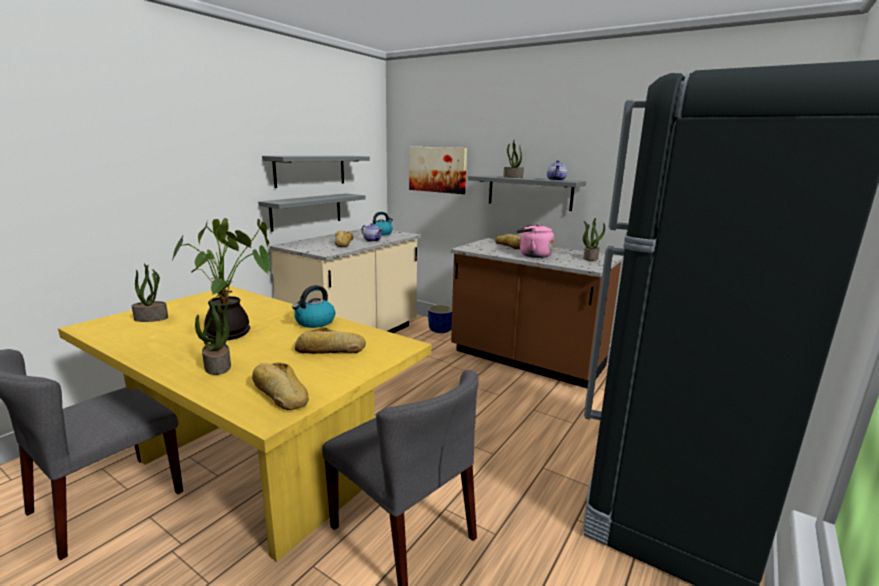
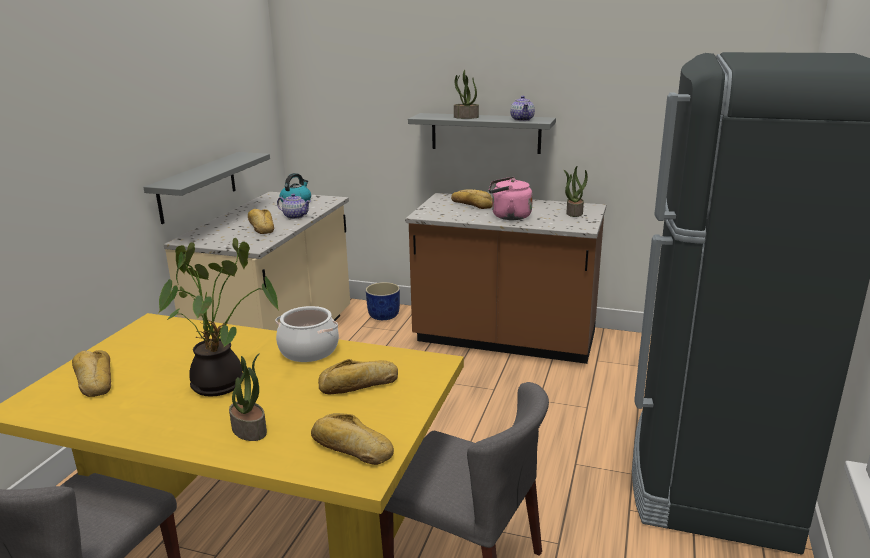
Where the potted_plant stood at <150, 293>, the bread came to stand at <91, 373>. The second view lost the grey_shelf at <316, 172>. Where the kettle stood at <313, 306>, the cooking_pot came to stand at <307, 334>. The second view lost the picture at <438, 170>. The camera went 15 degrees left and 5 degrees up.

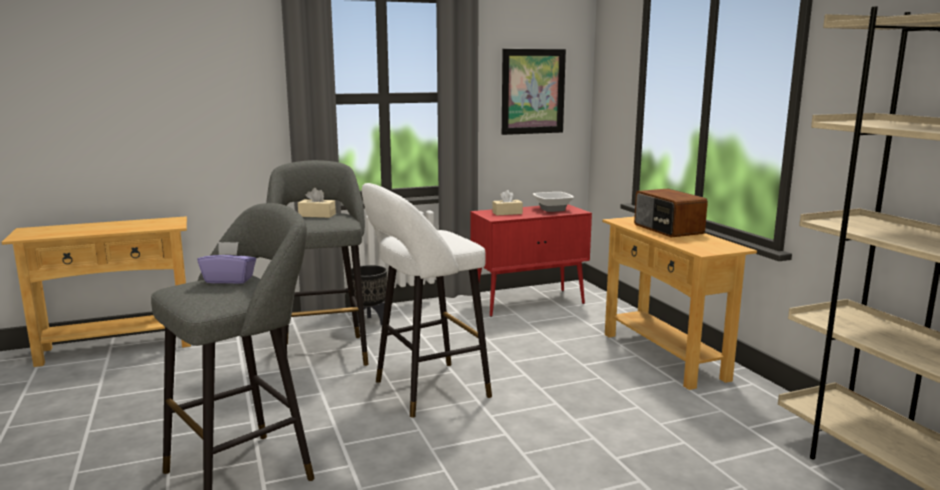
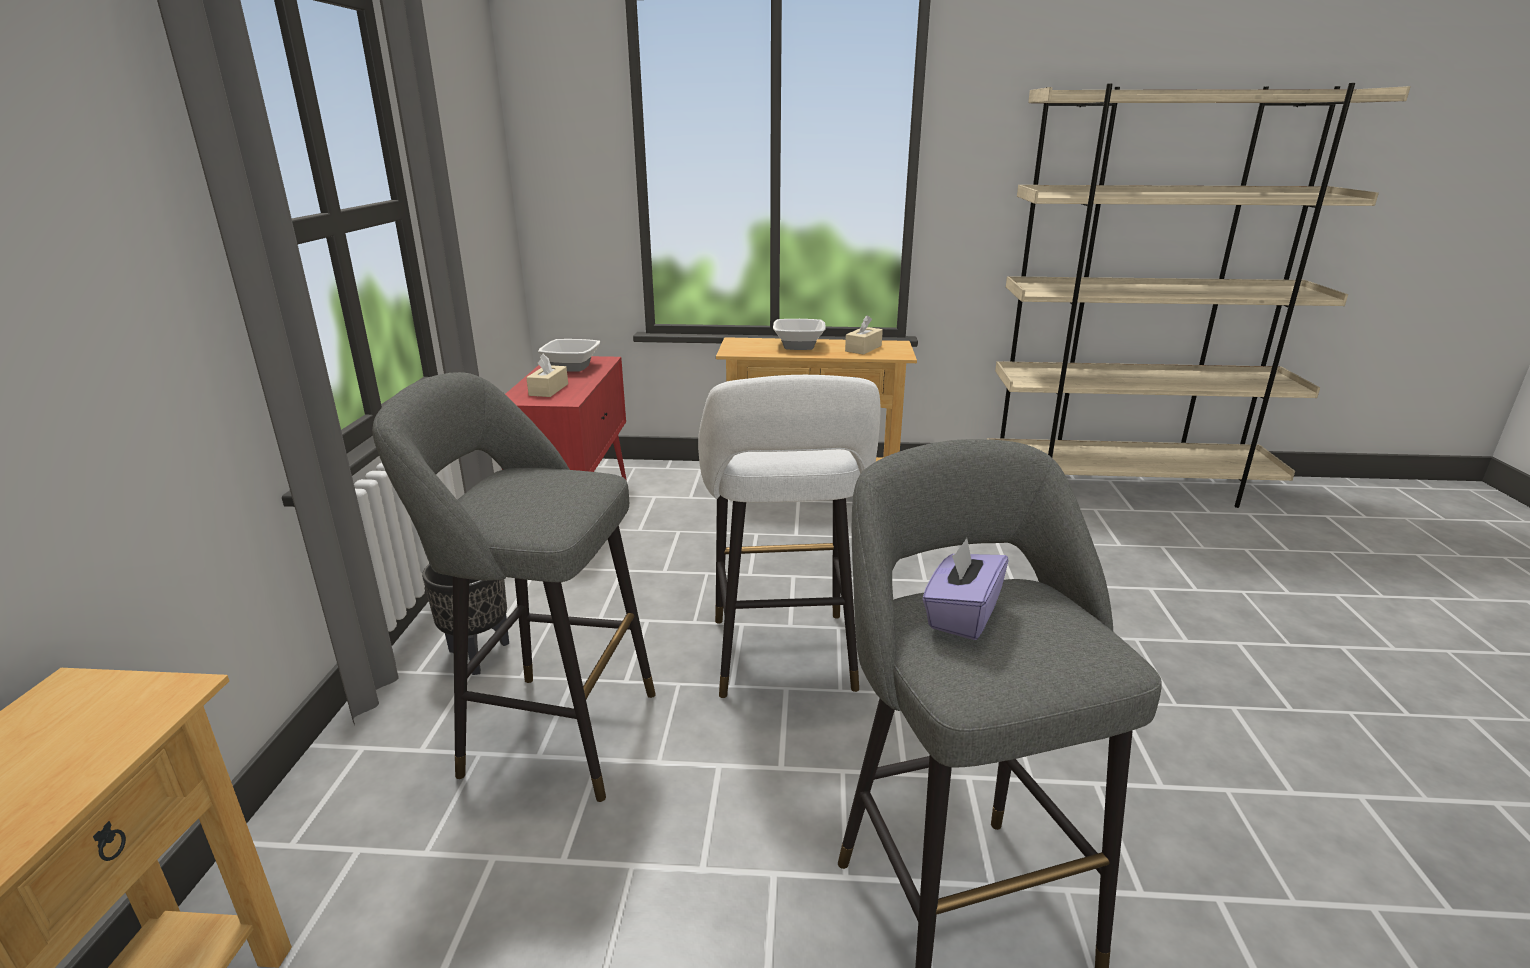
The beige_tissue_box ended up elsewhere, having gone from <317, 203> to <864, 335>. The second view lost the picture at <534, 92>. Where the radio stood at <671, 213>, the bowl came to stand at <799, 334>. The camera went 65 degrees left and 10 degrees up.

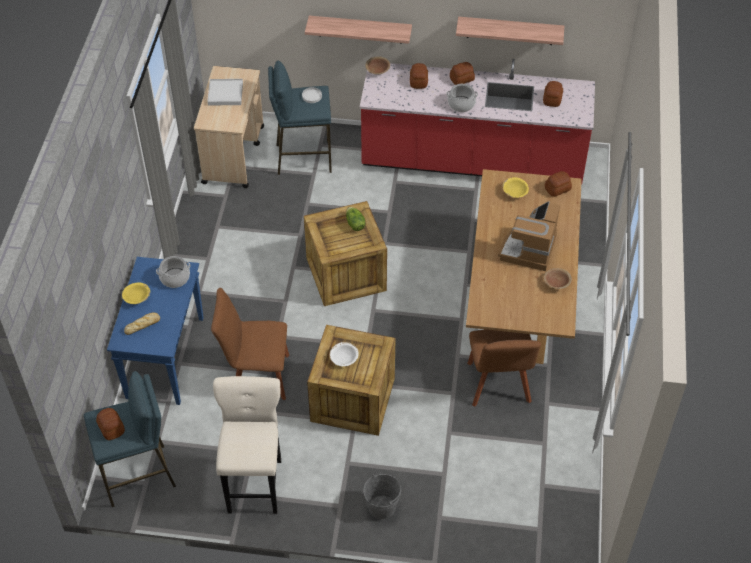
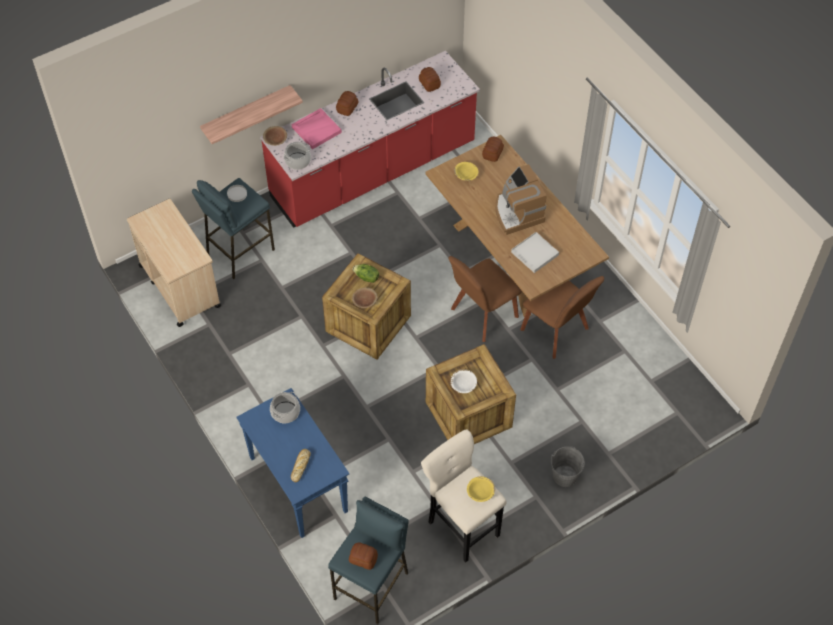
The yellow_bowl ended up elsewhere, having gone from <136, 293> to <481, 489>. The white_tray ended up elsewhere, having gone from <225, 92> to <535, 252>. The brown_chair ended up elsewhere, having gone from <250, 344> to <485, 299>. Where the bread stood at <419, 76>, the pink_tray came to stand at <317, 128>. The cooking_pot ended up elsewhere, having gone from <462, 98> to <297, 156>. The second view lost the shelf at <510, 31>. The brown_bowl ended up elsewhere, having gone from <558, 278> to <365, 297>. The camera went 40 degrees left and 5 degrees up.

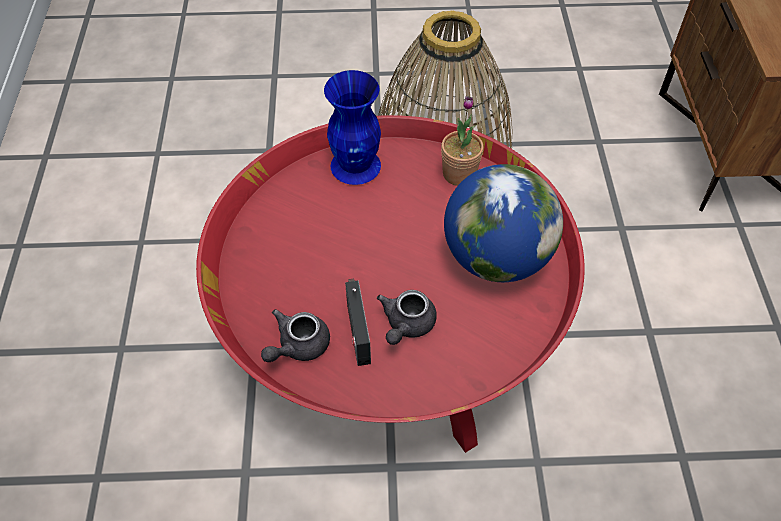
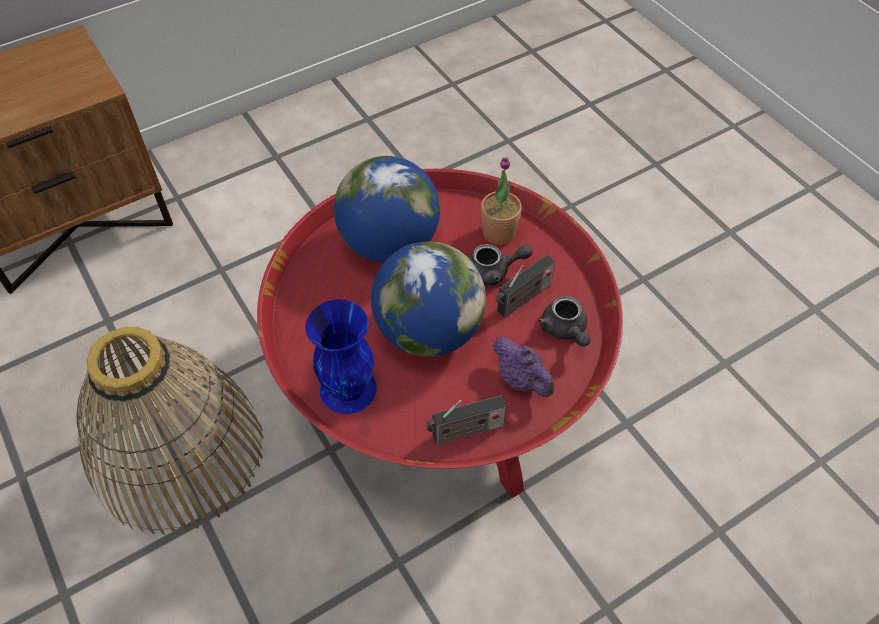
The grey_teapot at <295, 335> ended up facing another way, 60 degrees clockwise from before. The potted_plant ended up elsewhere, having gone from <462, 141> to <501, 201>. The second view gained the globe at <428, 299>. The second view gained the radio at <466, 420>. The second view gained the purple_teapot at <523, 367>. The camera went 120 degrees left and 0 degrees up.

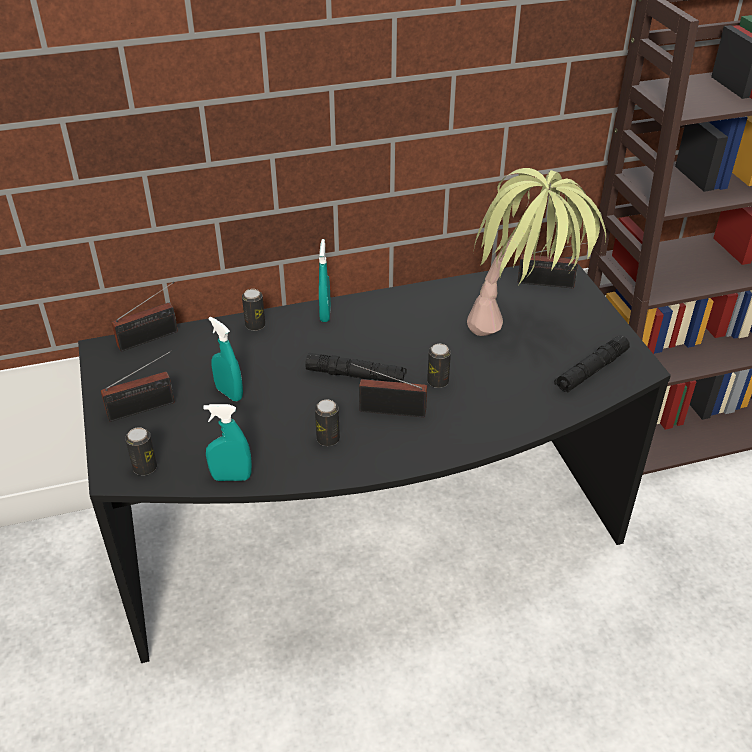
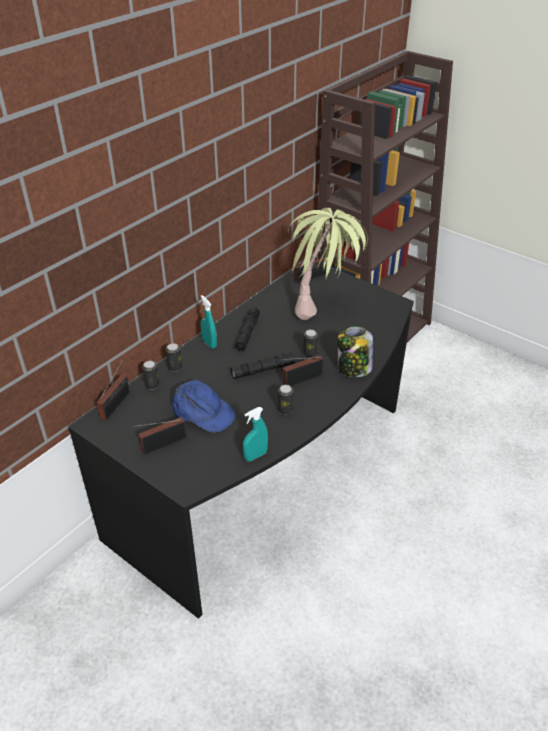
The radio at <138, 386> ended up facing another way, 150 degrees counterclockwise from before. The can ended up elsewhere, having gone from <141, 451> to <151, 375>. Where the turquoise_spray_bottle stood at <226, 359>, the blue_cap came to stand at <204, 406>. The black_flashlight ended up elsewhere, having gone from <592, 364> to <247, 329>. The second view gained the jar at <355, 351>. The camera went 35 degrees left and 0 degrees up.

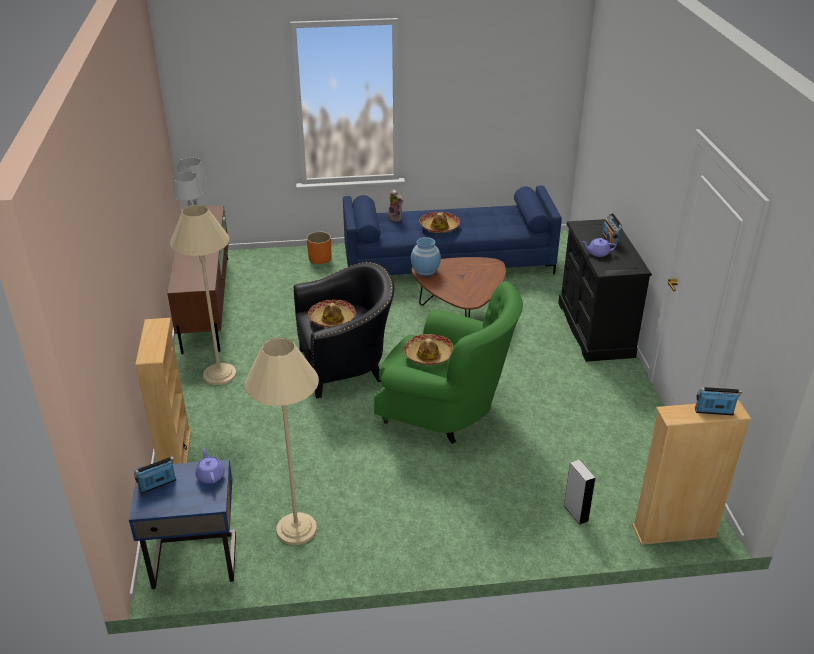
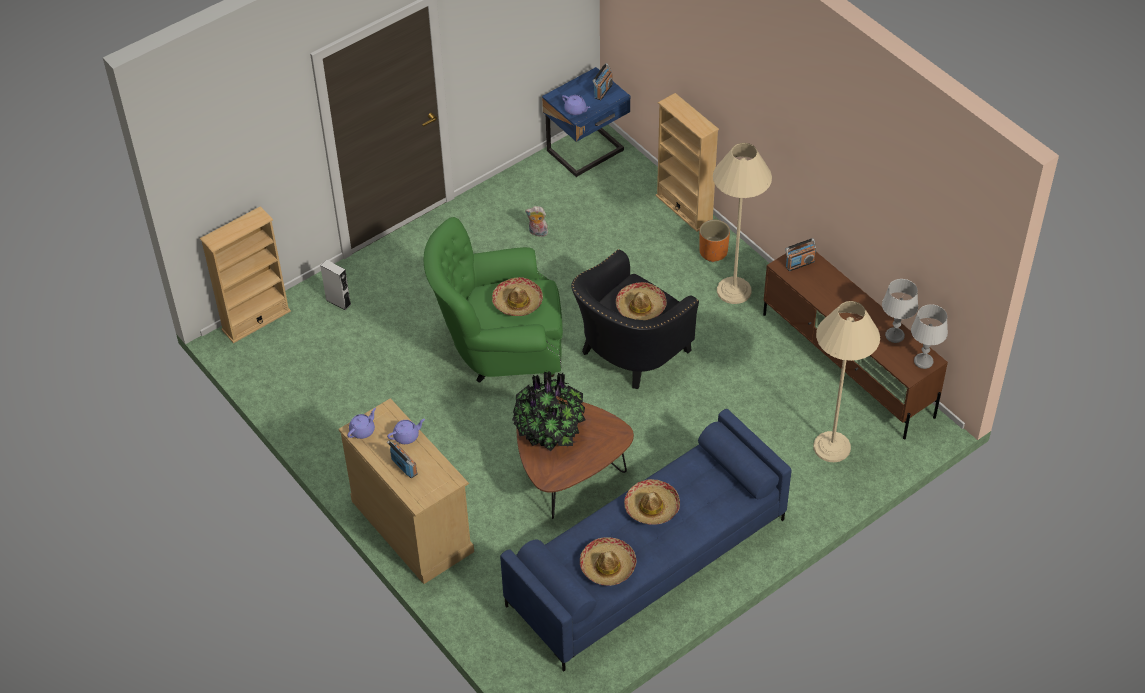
The beige_floor_lamp ended up elsewhere, having gone from <282, 441> to <846, 381>. The orange_planter ended up elsewhere, having gone from <318, 247> to <714, 241>. The plush_toy ended up elsewhere, having gone from <395, 205> to <536, 221>. The second view lost the blue_vase at <426, 257>. What was the black_dresser at <605, 290> turned into the beige_dresser at <406, 491>. The radio ended up elsewhere, having gone from <718, 401> to <800, 254>. The second view gained the purple_teapot at <361, 423>. The second view gained the potted_plant at <549, 411>. The second view gained the hat at <608, 561>. The camera went 150 degrees right and 15 degrees up.

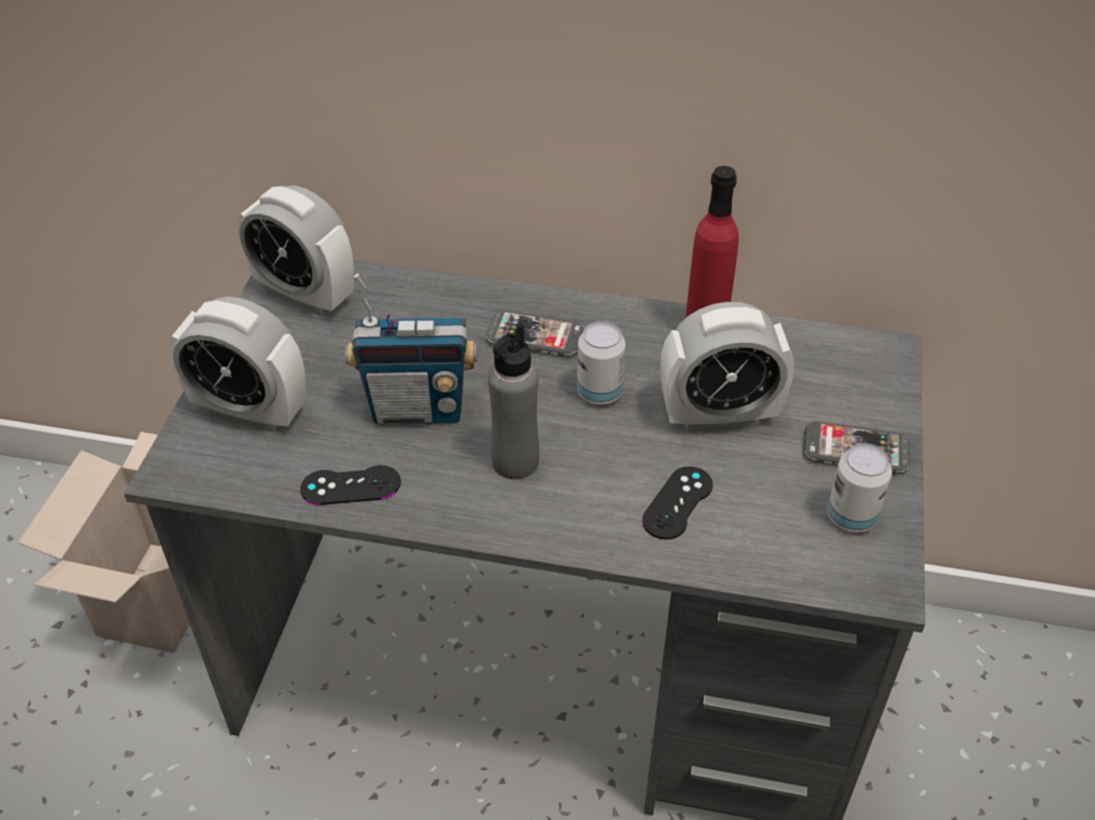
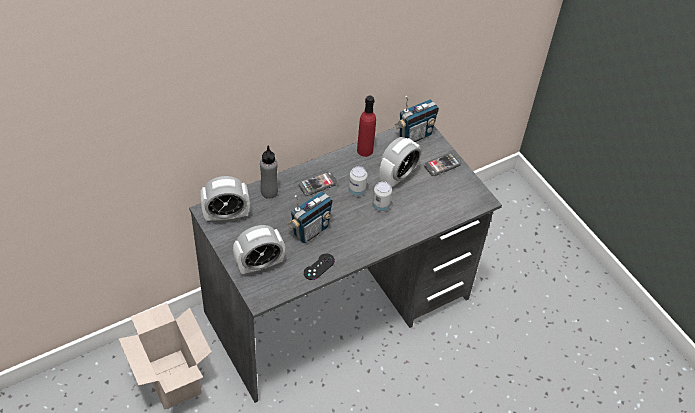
The grey_bottle ended up elsewhere, having gone from <513, 401> to <269, 172>. The second view lost the black_game_controller at <677, 503>. The can ended up elsewhere, having gone from <859, 488> to <382, 196>. The second view gained the radio at <417, 119>. The camera went 45 degrees left and 5 degrees up.

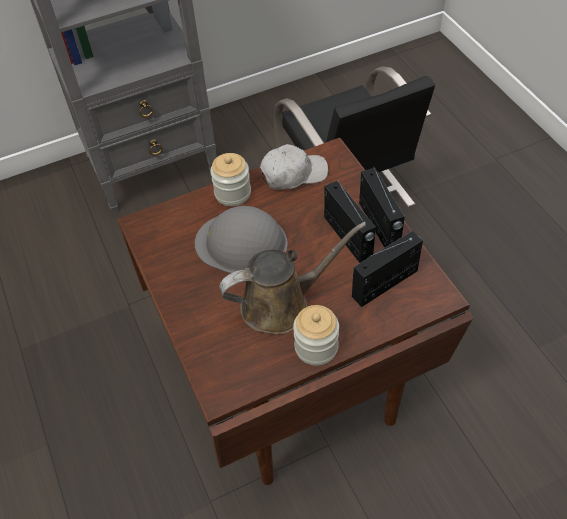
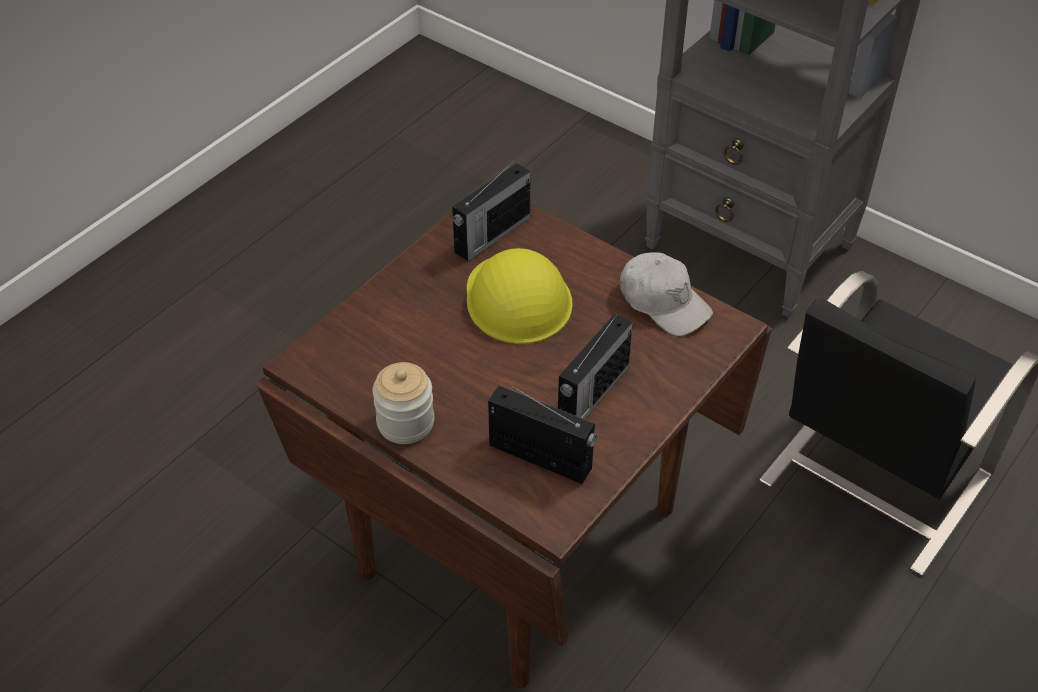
What was the grey_hard_hat at <241, 240> turned into the yellow_hard_hat at <519, 296>. The second view lost the jar at <230, 179>. The second view lost the brown_watering_can at <292, 278>. The radio ended up elsewhere, having gone from <382, 207> to <491, 210>. The camera went 60 degrees right and 5 degrees down.

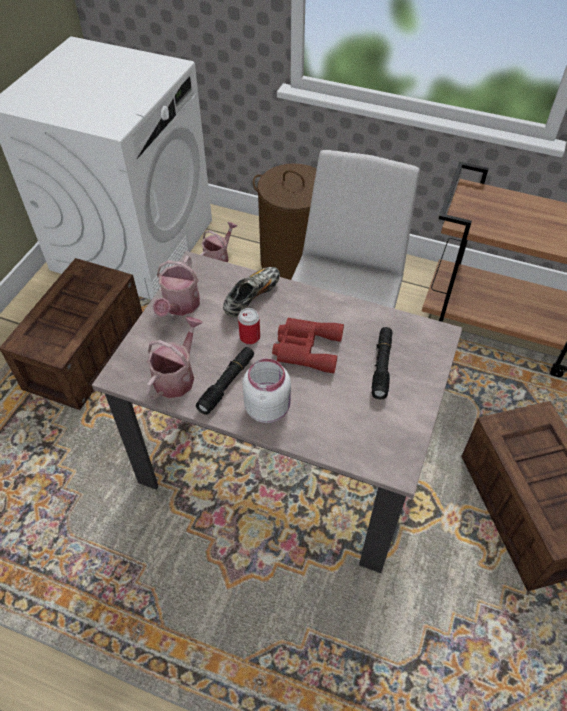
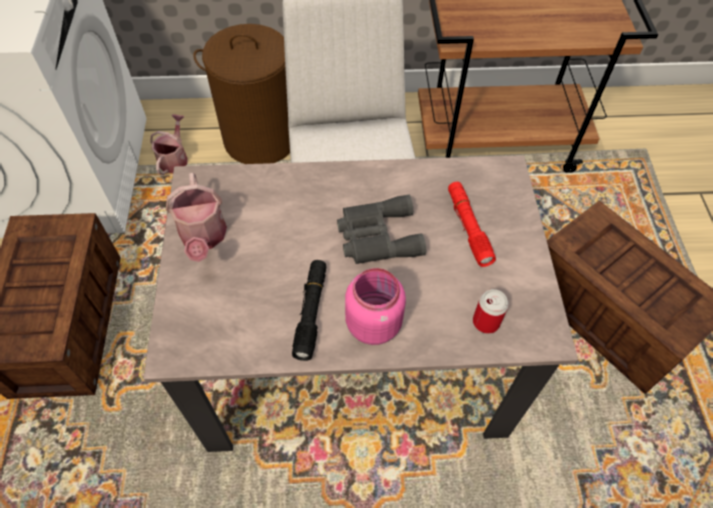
The second view lost the watering_can at <174, 358>. The second view lost the shoe at <251, 292>. The can ended up elsewhere, having gone from <249, 326> to <491, 311>. What was the white_jar at <266, 390> turned into the pink_jar at <375, 306>. What was the red_binoculars at <308, 345> turned into the grey_binoculars at <381, 229>. What was the black_flashlight at <382, 363> turned into the red_flashlight at <472, 224>. The camera went 25 degrees left and 5 degrees up.

